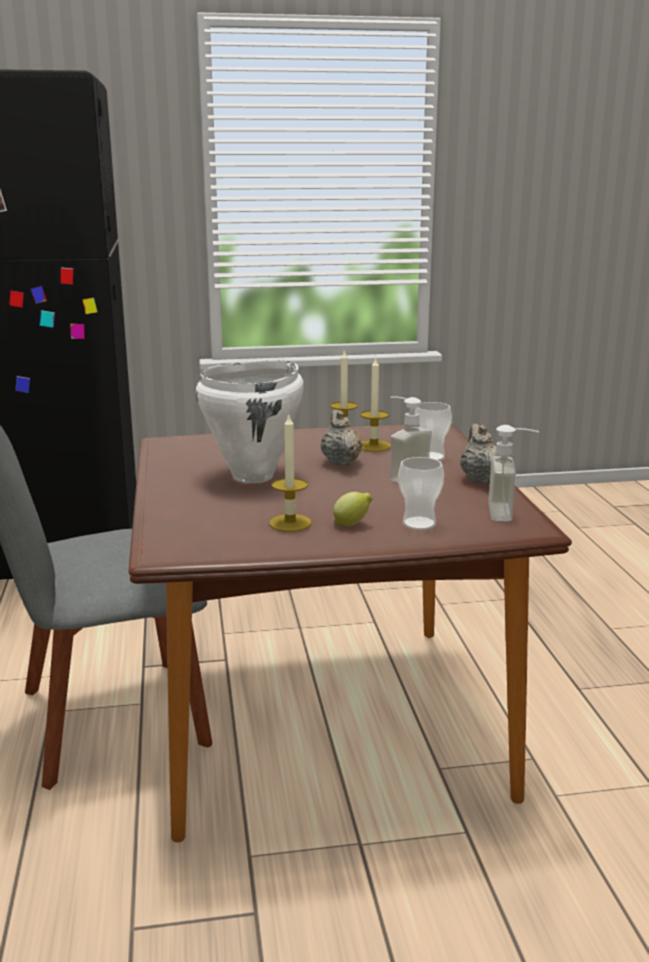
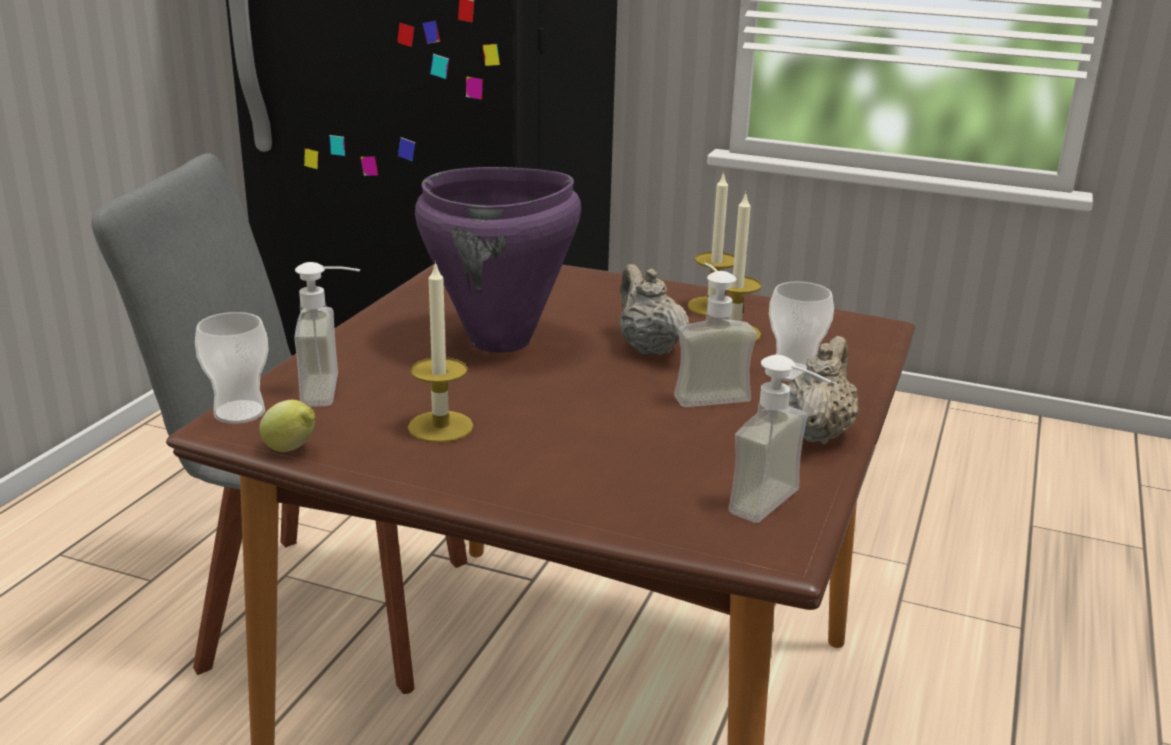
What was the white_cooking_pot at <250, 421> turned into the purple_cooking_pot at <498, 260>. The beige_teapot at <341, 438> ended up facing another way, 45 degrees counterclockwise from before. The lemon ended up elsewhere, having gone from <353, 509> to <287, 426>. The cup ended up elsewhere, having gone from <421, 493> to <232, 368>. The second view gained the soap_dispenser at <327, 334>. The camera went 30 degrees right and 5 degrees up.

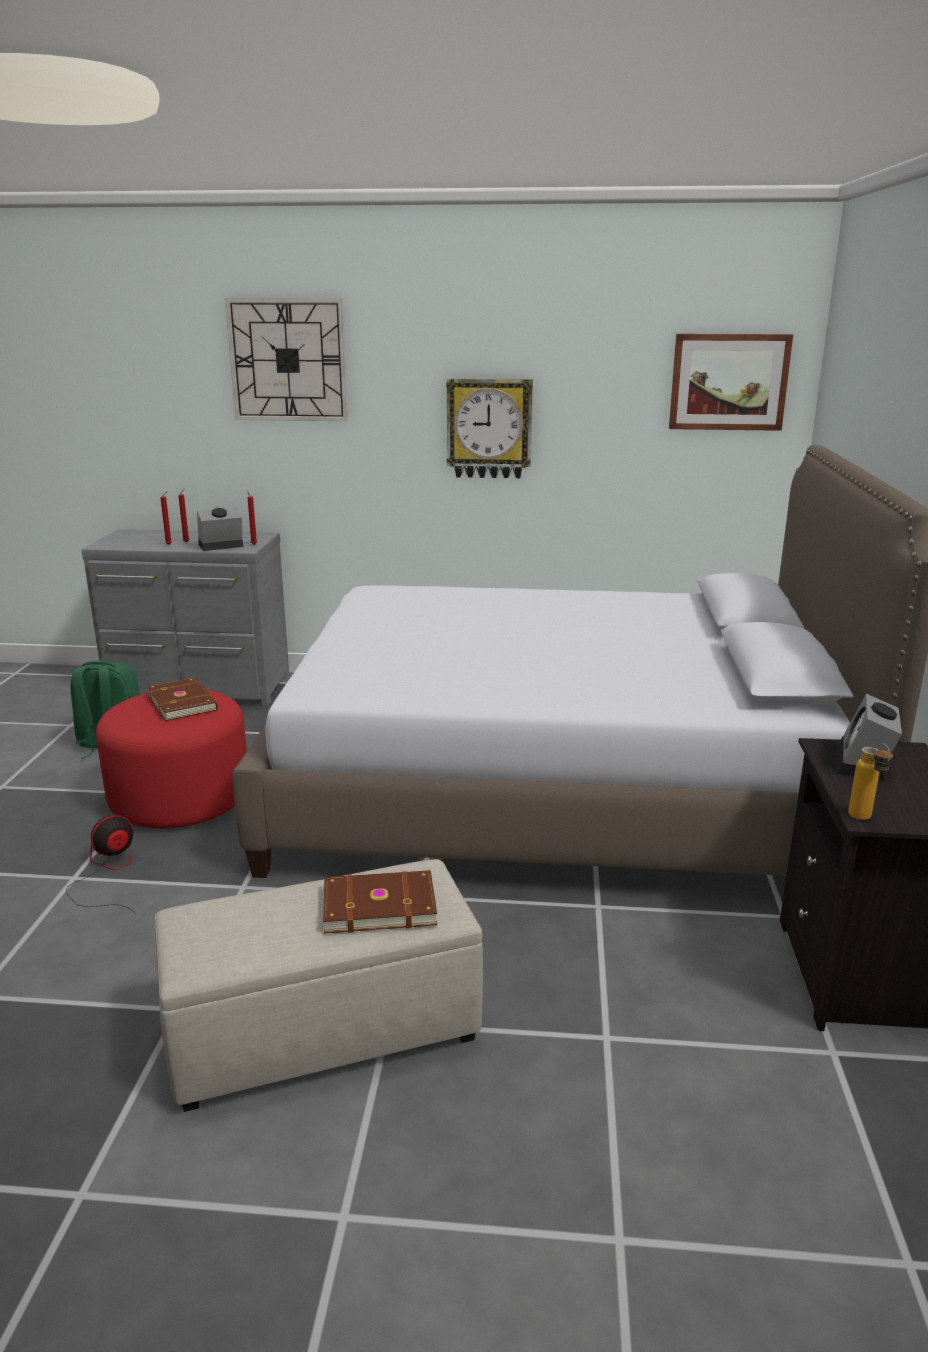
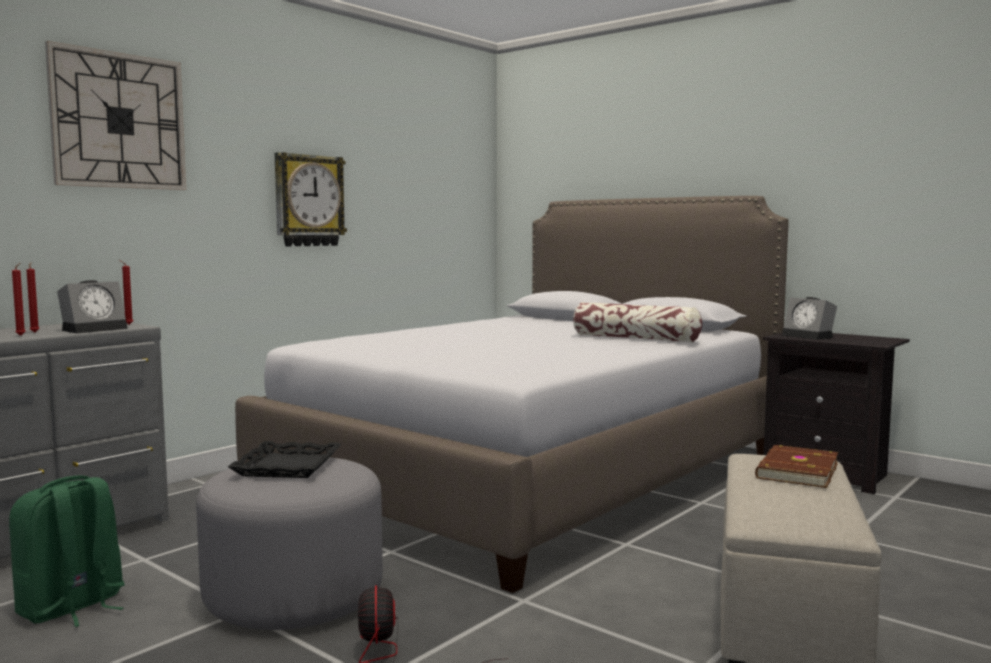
What was the red_ottoman at <171, 759> turned into the grey_ottoman at <289, 543>. Where the brown_book stood at <182, 699>, the black_tray came to stand at <284, 459>. The alarm_clock at <220, 529> ended up facing another way, 150 degrees counterclockwise from before. The second view lost the picture at <731, 382>. The second view lost the bottle at <870, 782>. The second view gained the pillow at <637, 322>. The camera went 55 degrees left and 15 degrees down.

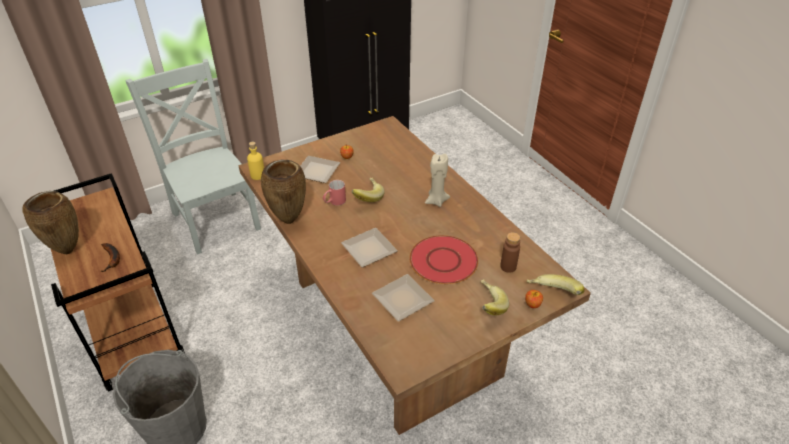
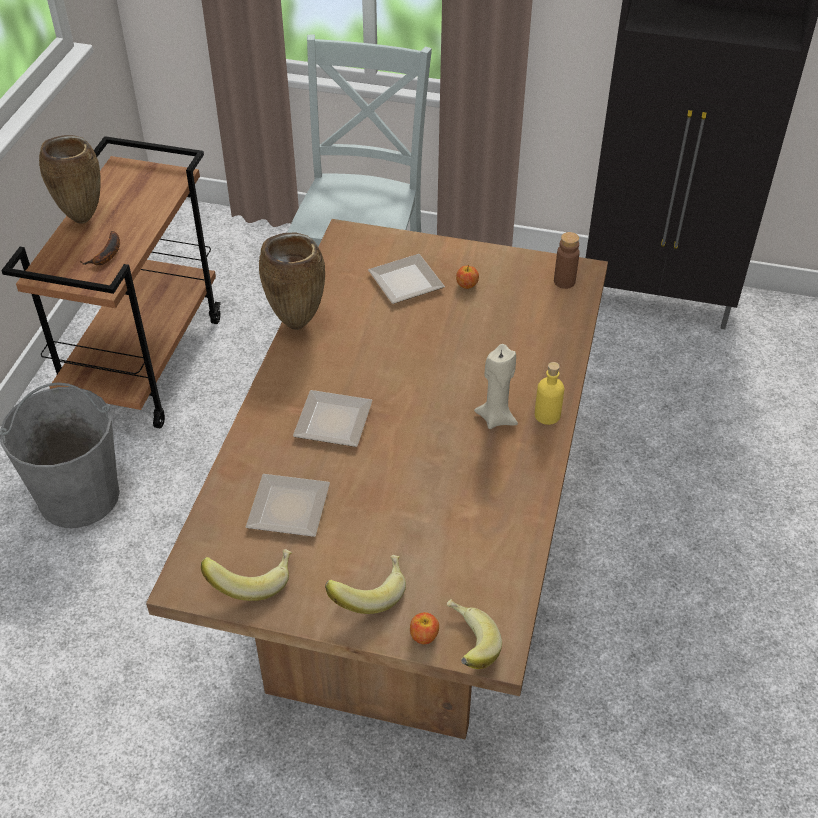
The yellow_bottle ended up elsewhere, having gone from <255, 161> to <549, 393>. The second view lost the red_mug at <334, 193>. The banana ended up elsewhere, having gone from <368, 190> to <246, 575>. The second view lost the red_plate at <444, 259>. The brown_bottle ended up elsewhere, having gone from <510, 252> to <567, 260>. The camera went 45 degrees right and 5 degrees up.

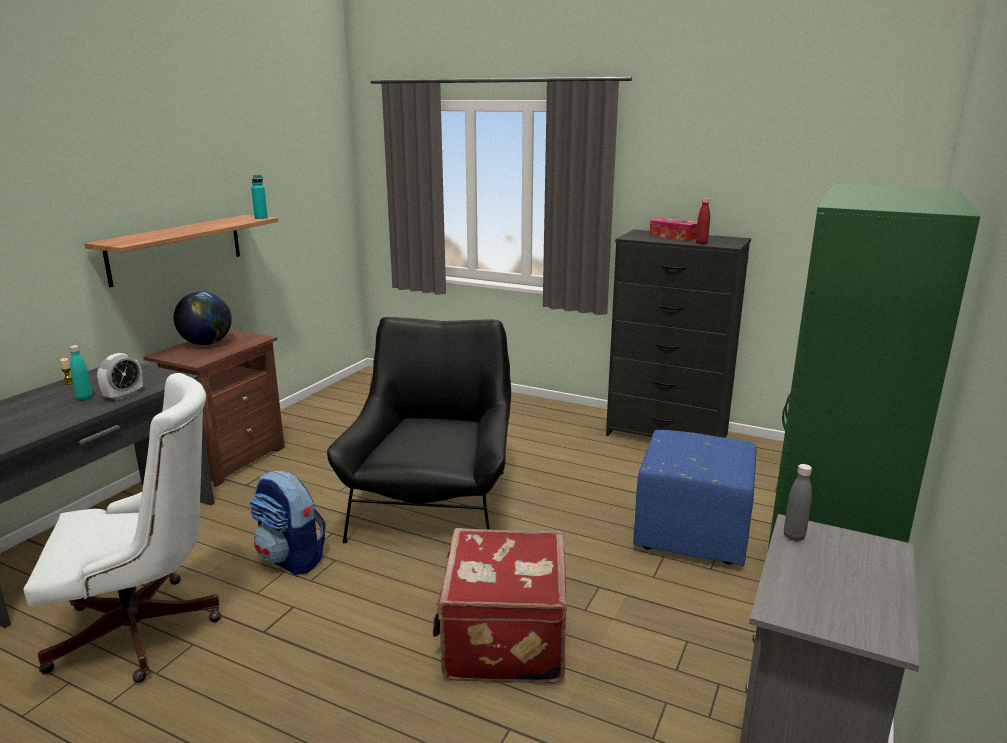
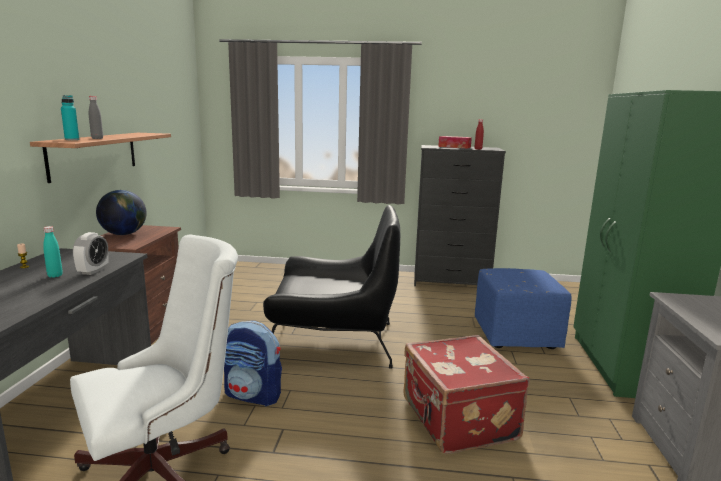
The turquoise_bottle ended up elsewhere, having gone from <259, 197> to <70, 117>. The black_armchair at <419, 430> ended up facing another way, 105 degrees clockwise from before. The grey_bottle ended up elsewhere, having gone from <798, 503> to <96, 117>. The camera went 20 degrees left and 5 degrees down.

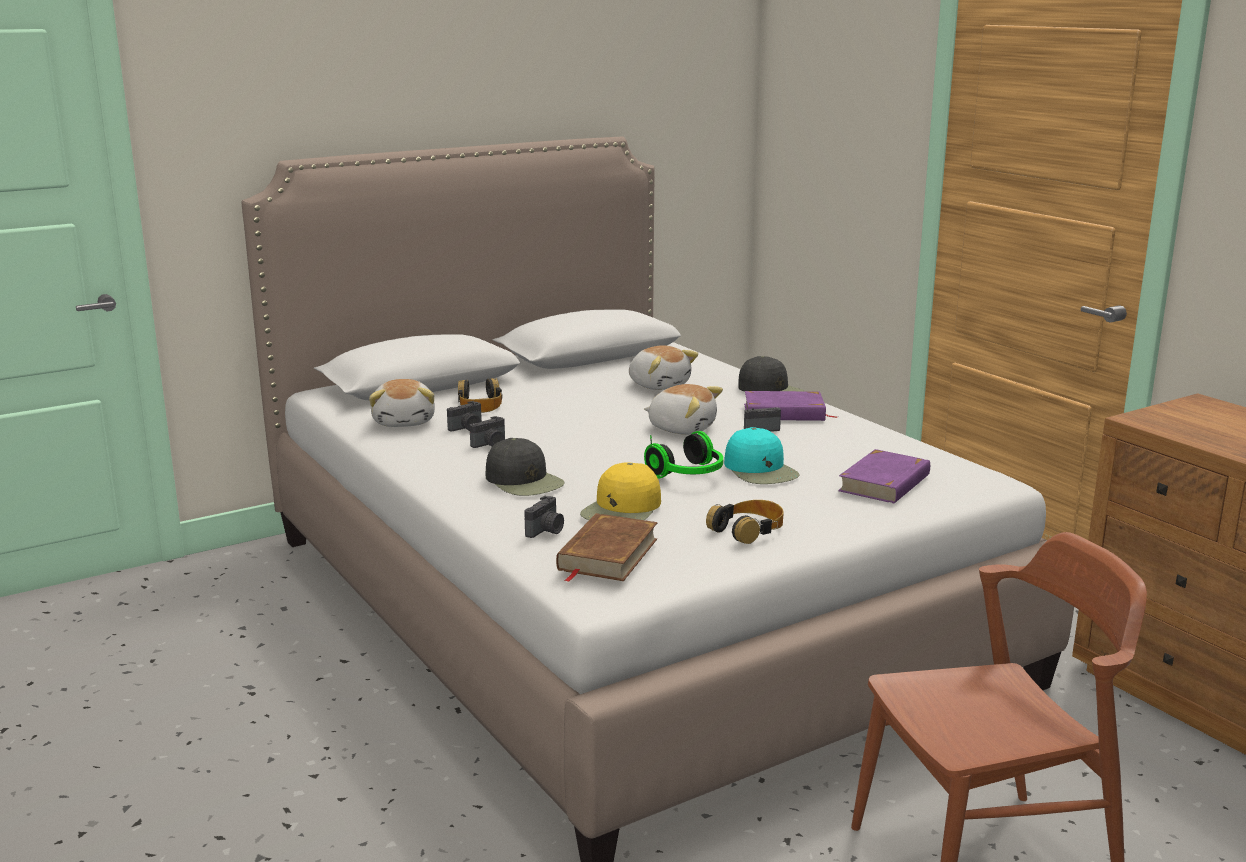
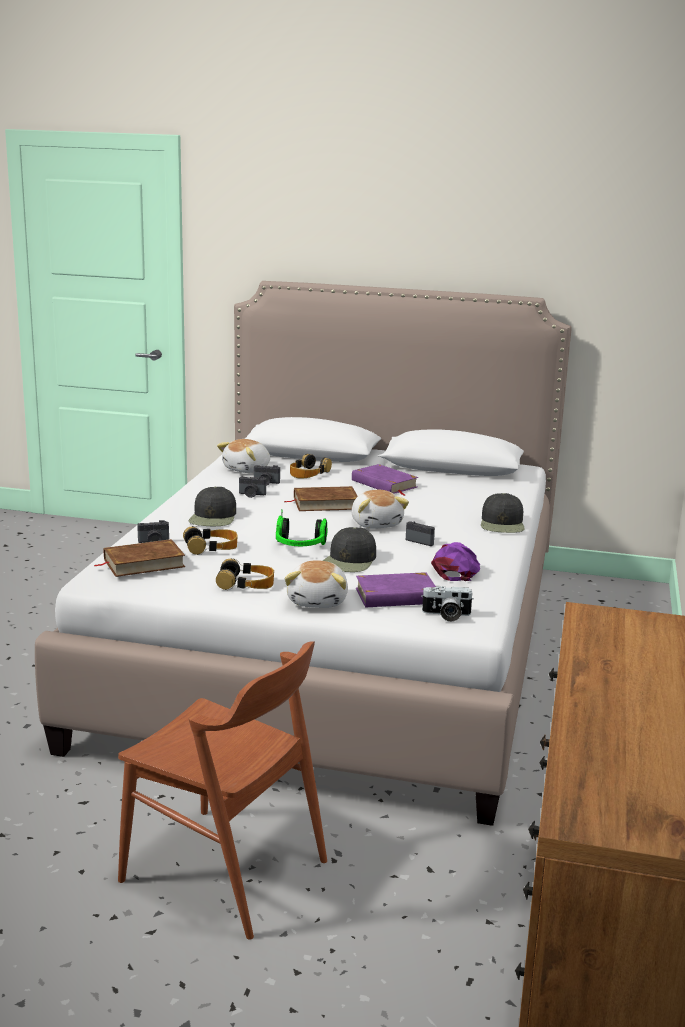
Where the yellow_cap stood at <620, 491>, the headphones came to stand at <210, 540>. The plush_toy ended up elsewhere, having gone from <663, 367> to <316, 584>. What was the turquoise_cap at <762, 455> turned into the black_cap at <349, 549>. The purple_book ended up elsewhere, having gone from <790, 406> to <385, 480>. The second view gained the brown_book at <321, 498>. The second view gained the photo_camera at <447, 604>. The second view gained the purple_cap at <455, 561>. The camera went 45 degrees right and 0 degrees up.

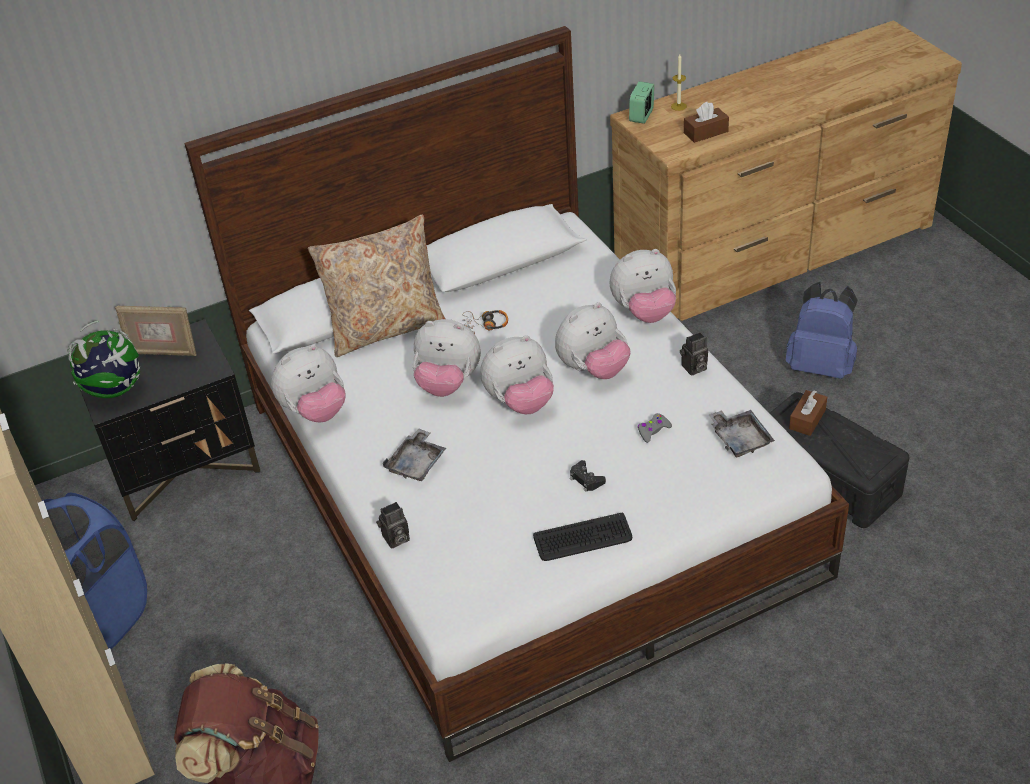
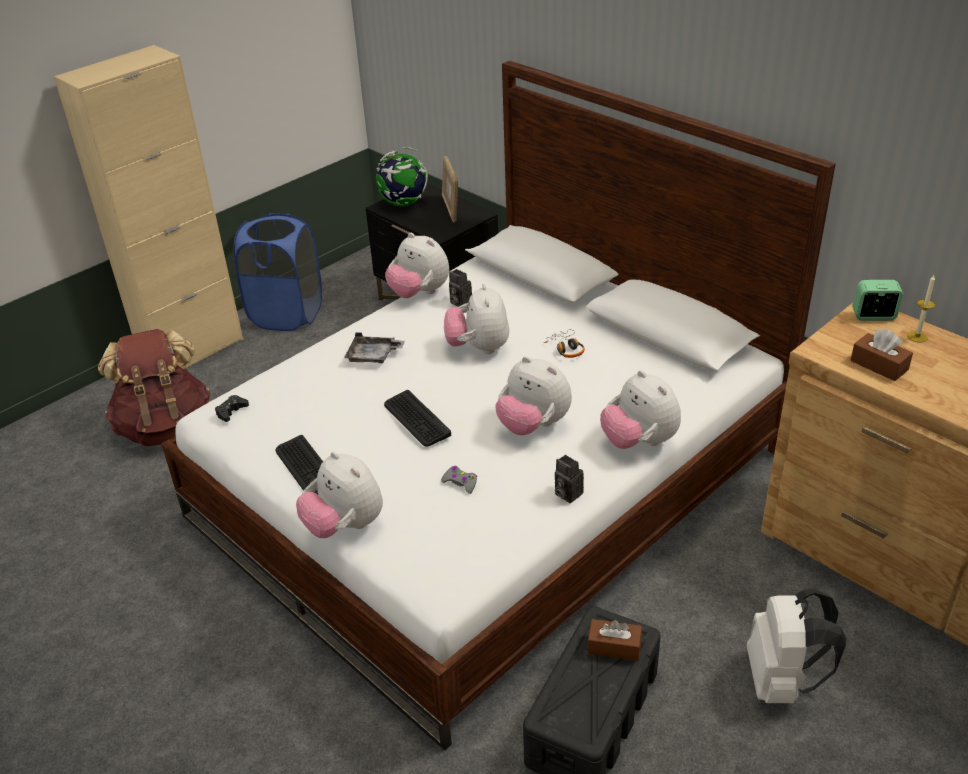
The second view lost the beige_pillow at <376, 285>. The photo_camera ended up elsewhere, having gone from <393, 525> to <460, 288>. The plush_toy ended up elsewhere, having gone from <517, 374> to <339, 494>. The black_game_controller ended up elsewhere, having gone from <588, 476> to <232, 408>. The second view lost the grey_tray at <742, 433>. What was the blue_backpack at <822, 330> turned into the white_backpack at <797, 646>. The second view gained the keyboard at <417, 418>. The camera went 70 degrees right and 5 degrees down.

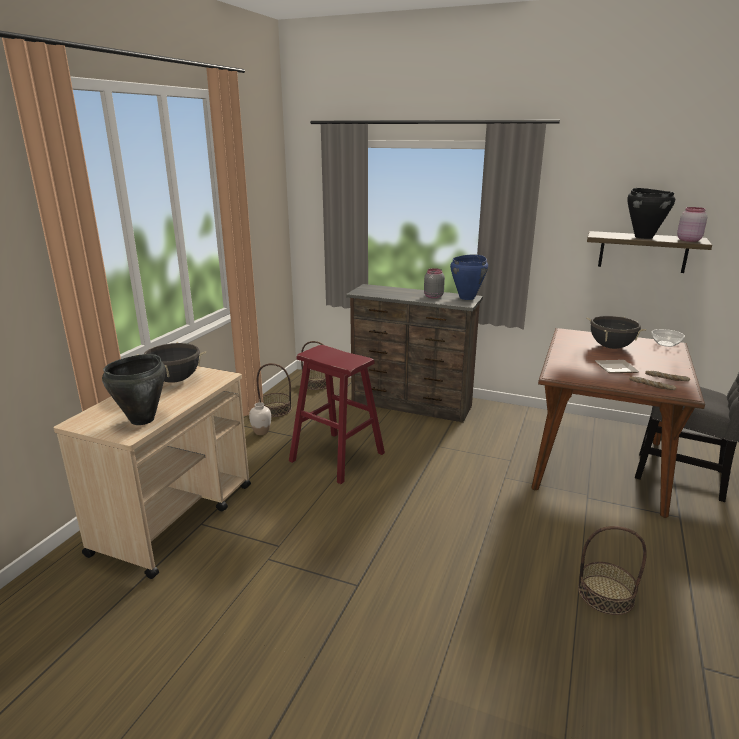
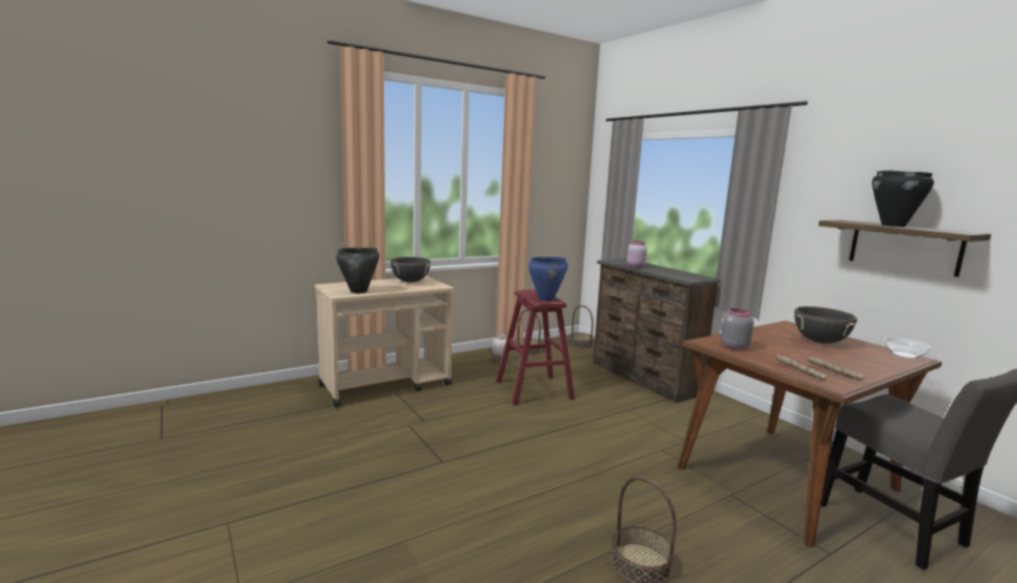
The grey_jar ended up elsewhere, having gone from <434, 283> to <737, 329>. The blue_cooking_pot ended up elsewhere, having gone from <469, 277> to <548, 279>. The second view lost the plate at <617, 366>. The pink_jar ended up elsewhere, having gone from <692, 224> to <637, 254>. The camera went 35 degrees right and 10 degrees down.

